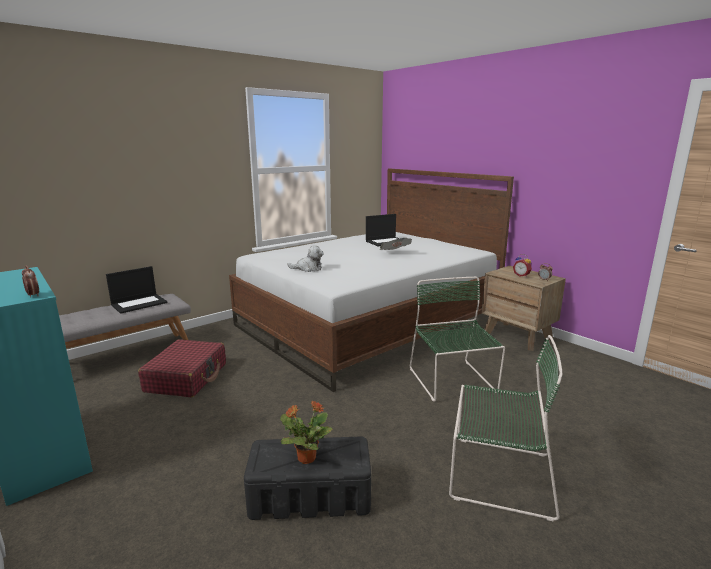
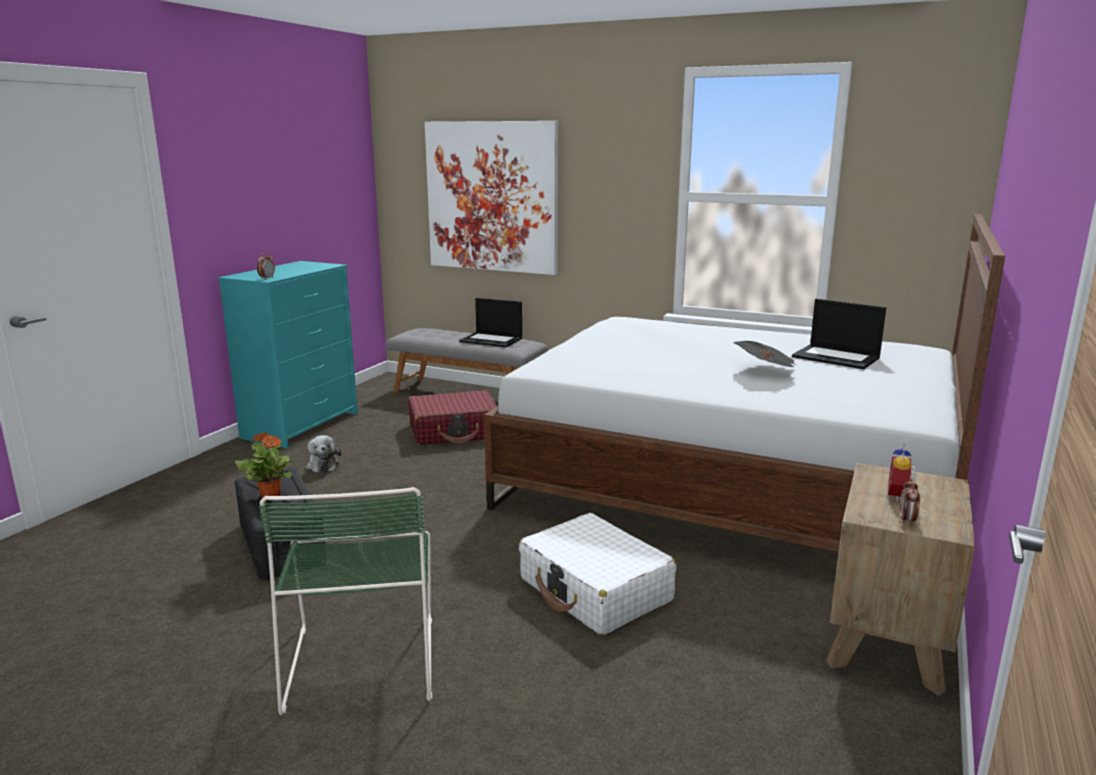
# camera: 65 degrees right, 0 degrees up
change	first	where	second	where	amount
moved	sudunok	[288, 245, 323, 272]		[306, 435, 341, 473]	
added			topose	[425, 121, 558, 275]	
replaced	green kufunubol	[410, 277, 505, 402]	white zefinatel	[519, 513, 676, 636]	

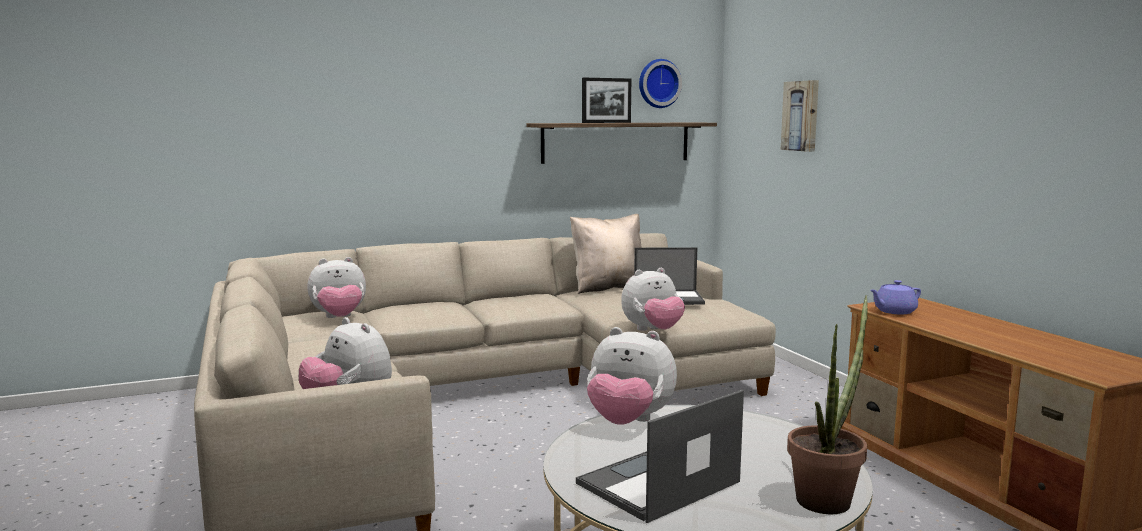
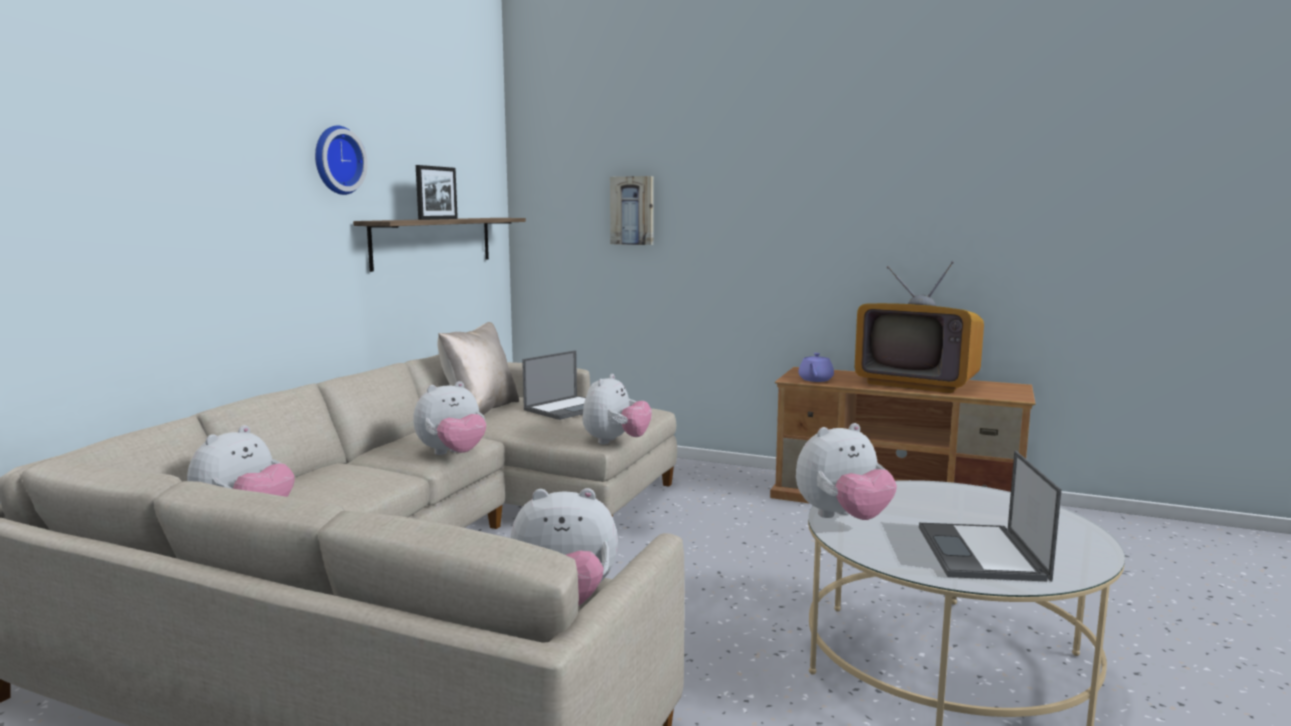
# camera: 45 degrees left, 0 degrees up
change	first	where	second	where	amount
moved	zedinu	[639, 59, 682, 108]		[315, 126, 368, 195]	
added			sudunok	[413, 381, 486, 455]	
added			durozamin	[855, 261, 984, 393]	
removed	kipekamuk	[787, 295, 868, 514]			

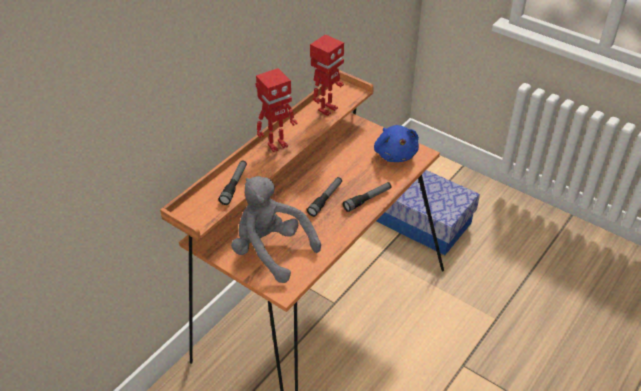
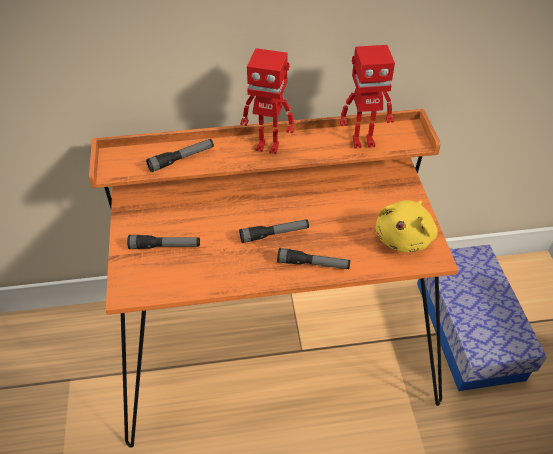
# camera: 45 degrees right, 5 degrees up
change	first	where	second	where	amount
replaced	grey sudunok	[231, 176, 321, 283]	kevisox	[127, 235, 200, 249]	
recoloured	blue sudunok	[374, 125, 419, 162]	yellow sudunok	[375, 200, 438, 253]	

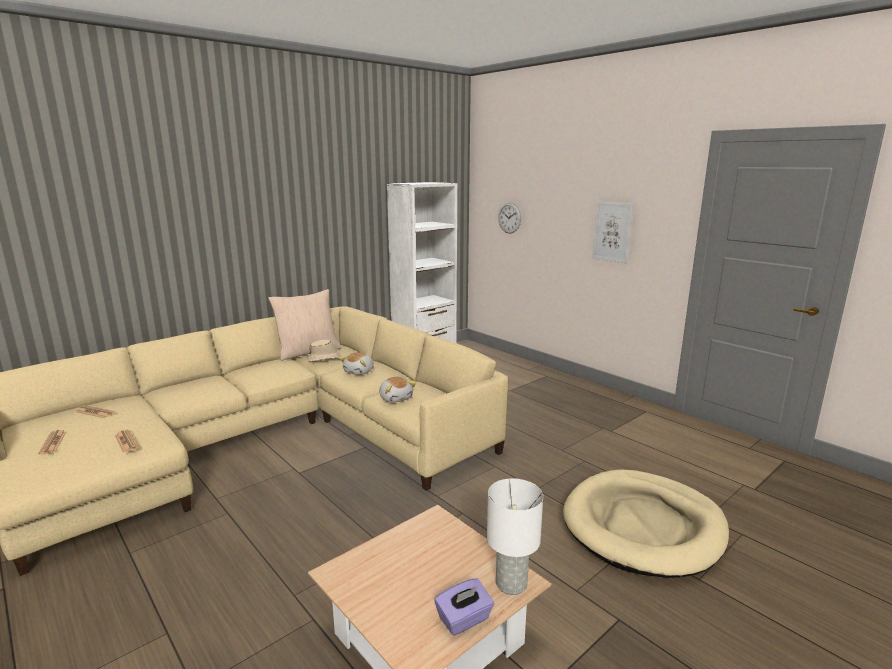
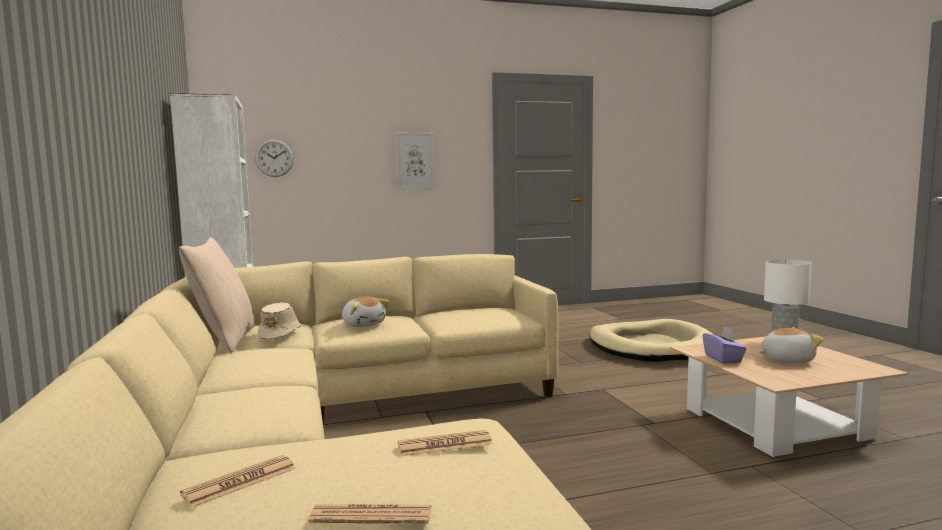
# camera: 65 degrees left, 10 degrees down
change	first	where	second	where	amount
moved	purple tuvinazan	[434, 578, 494, 636]		[703, 327, 747, 364]	
moved	sudunok	[379, 377, 416, 403]		[759, 327, 823, 363]	

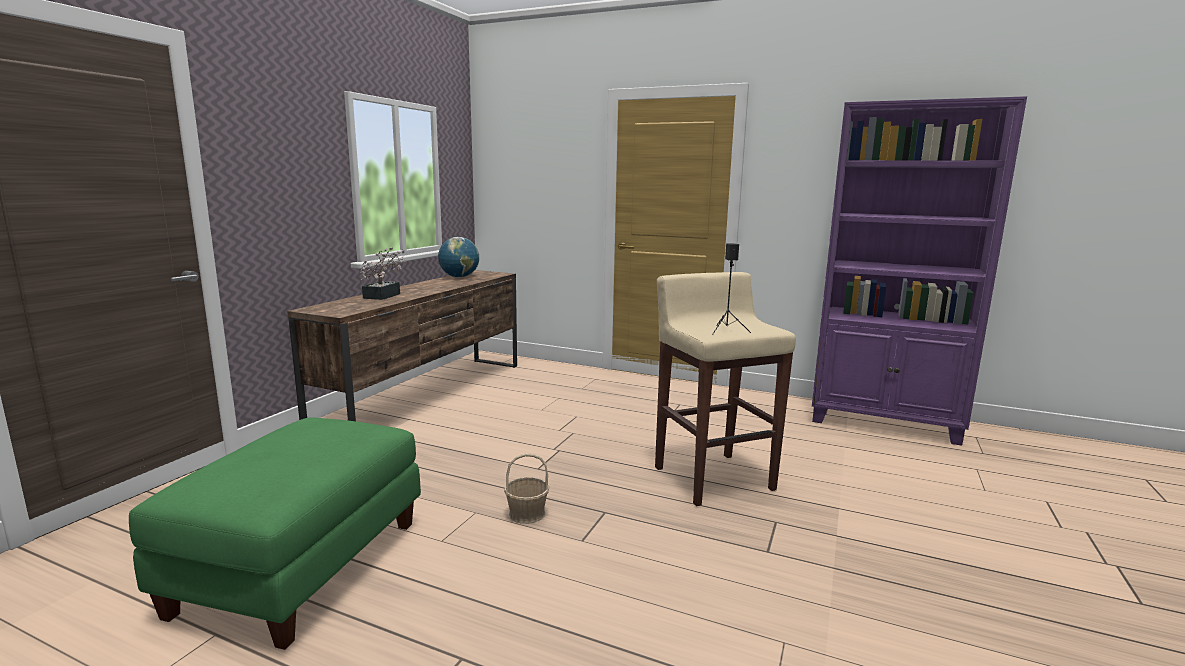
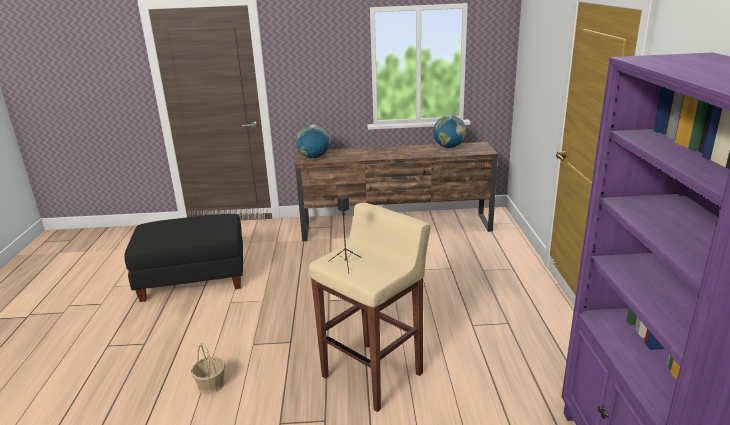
# camera: 65 degrees right, 10 degrees up
change	first	where	second	where	amount
recoloured	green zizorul	[129, 417, 421, 650]	black zizorul	[124, 214, 243, 302]	
moved	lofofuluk	[504, 453, 549, 524]		[191, 343, 226, 394]	
added			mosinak	[296, 124, 329, 158]	
removed	kipekamuk	[360, 247, 407, 300]			

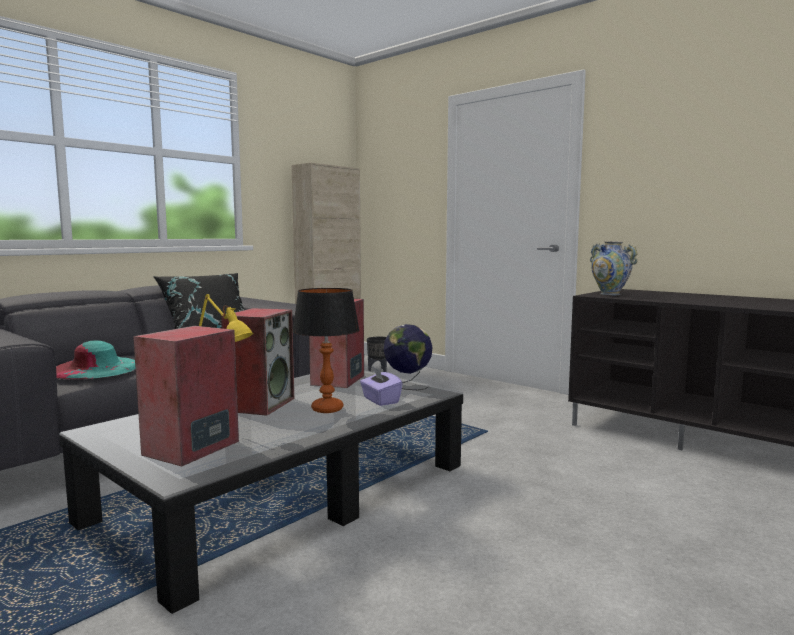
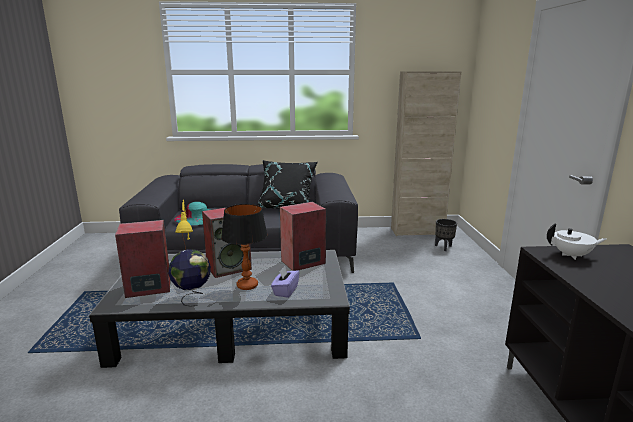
# camera: 45 degrees right, 10 degrees up
change	first	where	second	where	amount
moved	mosinak	[384, 324, 433, 390]		[168, 249, 211, 307]	
replaced	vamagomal	[590, 241, 638, 296]	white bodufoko	[547, 223, 606, 260]	

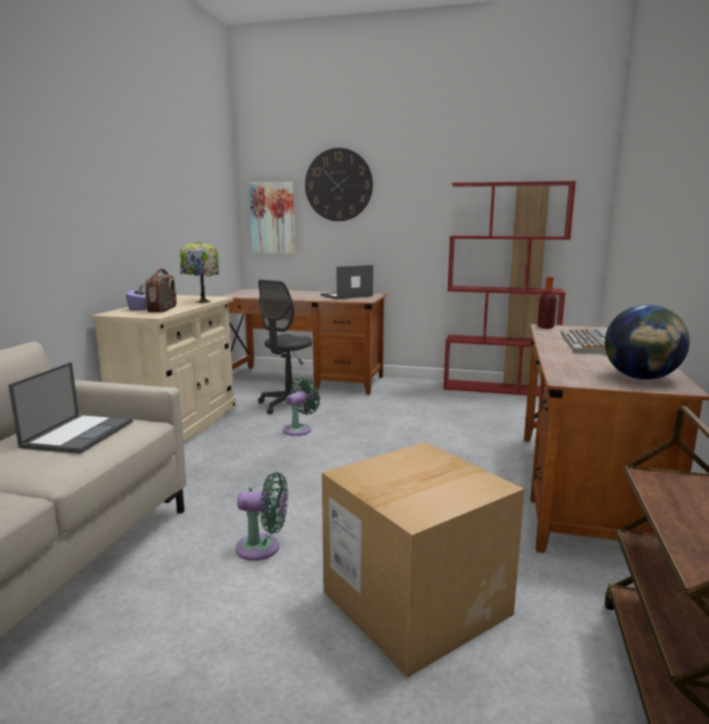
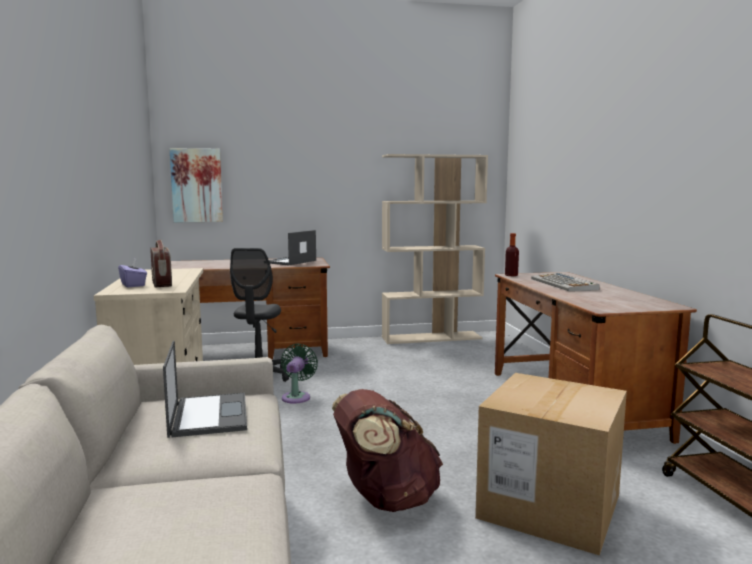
# camera: 25 degrees left, 5 degrees down
change	first	where	second	where	amount
replaced	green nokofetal	[236, 472, 288, 561]	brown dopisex	[332, 389, 443, 512]	
recoloured	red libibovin	[443, 181, 576, 396]	beige libibovin	[382, 154, 488, 344]	
removed	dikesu	[180, 241, 219, 303]			
removed	zedinu	[305, 148, 373, 221]			
removed	mosinak	[605, 305, 689, 380]			

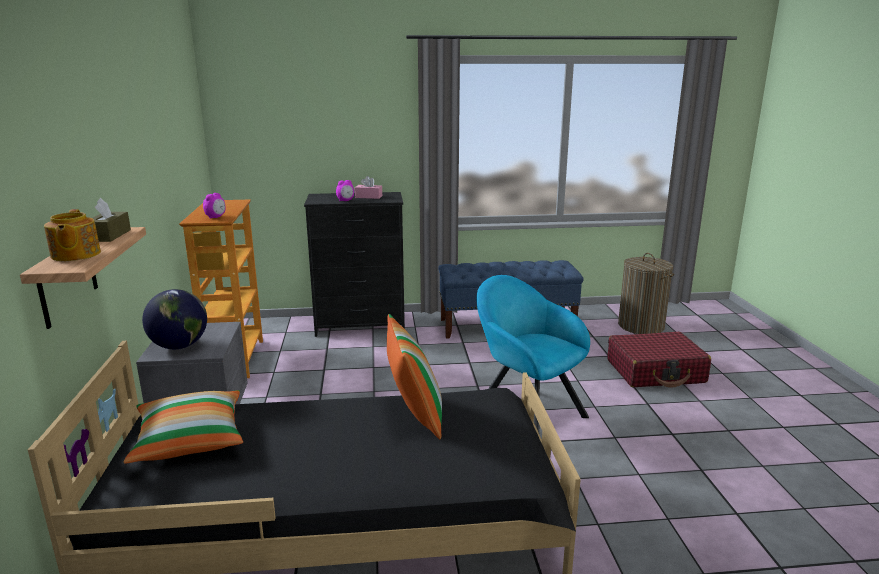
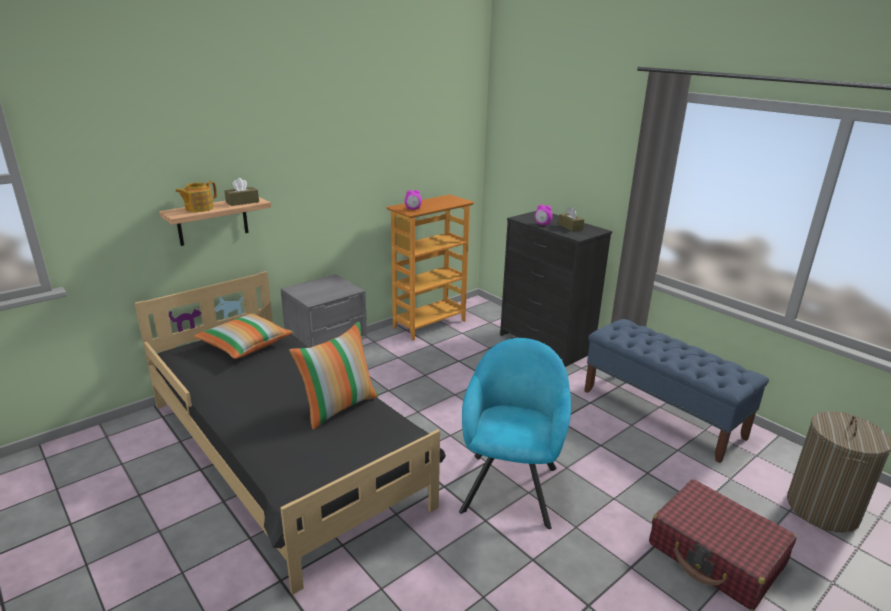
# camera: 55 degrees right, 5 degrees up
change	first	where	second	where	amount
recoloured	pink tuvinazan	[355, 176, 382, 199]	brown tuvinazan	[558, 207, 584, 231]	
removed	mosinak	[142, 289, 207, 349]			

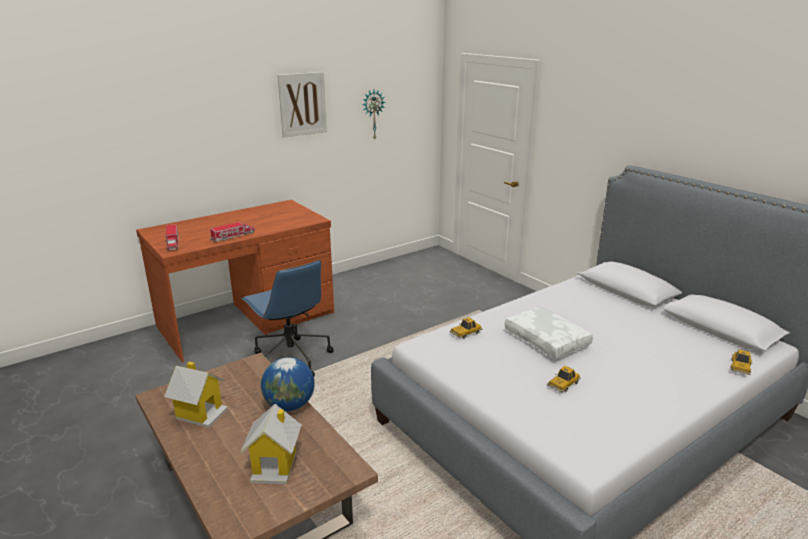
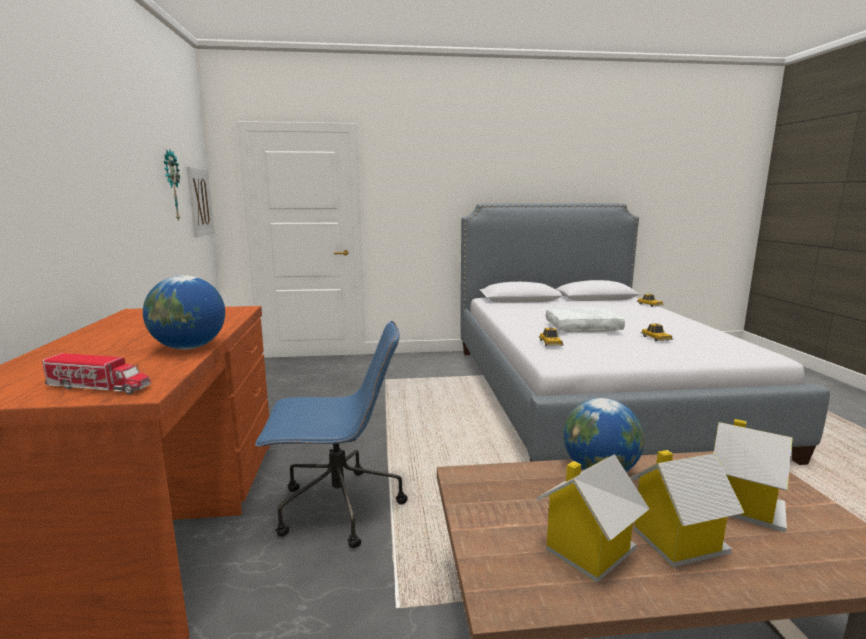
# camera: 60 degrees left, 10 degrees down
change	first	where	second	where	amount
replaced	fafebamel	[210, 222, 255, 242]	mosinak	[143, 275, 225, 349]	
moved	topose	[277, 72, 327, 138]		[187, 167, 215, 237]	
added			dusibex	[630, 450, 744, 567]	

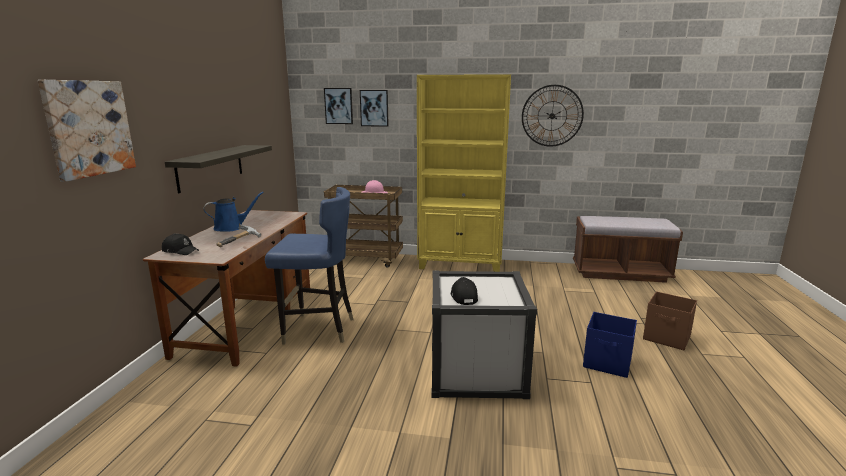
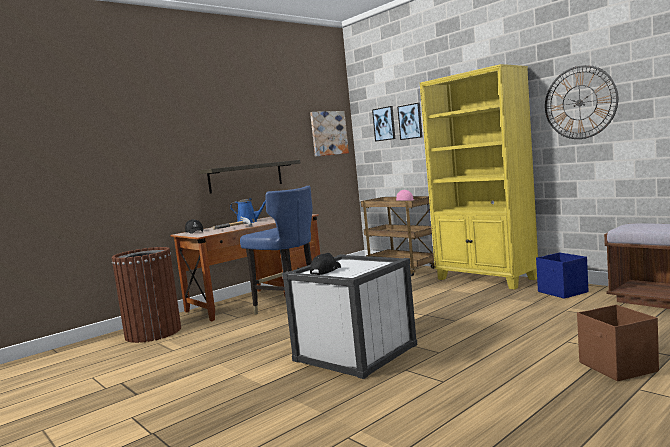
# camera: 40 degrees right, 10 degrees down
change	first	where	second	where	amount
added			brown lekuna	[112, 247, 181, 343]	
moved	topose	[38, 80, 136, 182]		[310, 111, 349, 157]	
moved	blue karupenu	[583, 312, 637, 378]		[536, 252, 589, 299]	

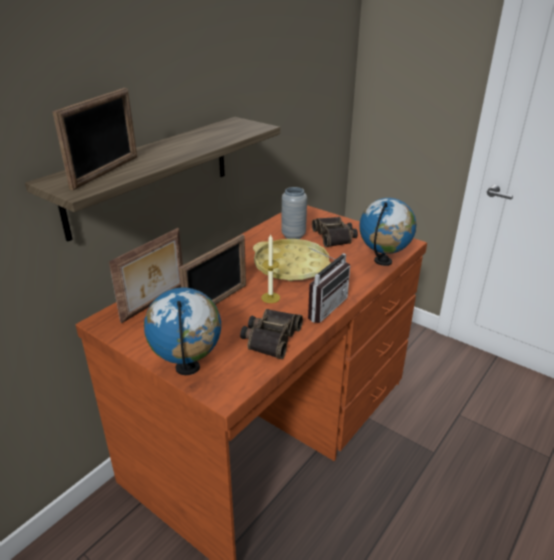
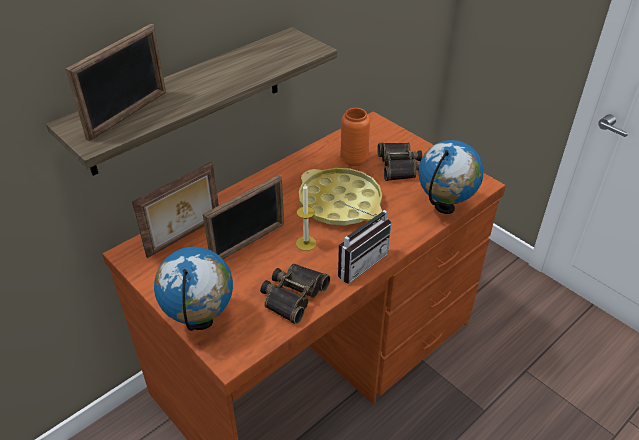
# camera: 10 degrees right, 10 degrees up
change	first	where	second	where	amount
recoloured	grey vamagomal	[281, 187, 307, 239]	orange vamagomal	[340, 108, 370, 166]	

